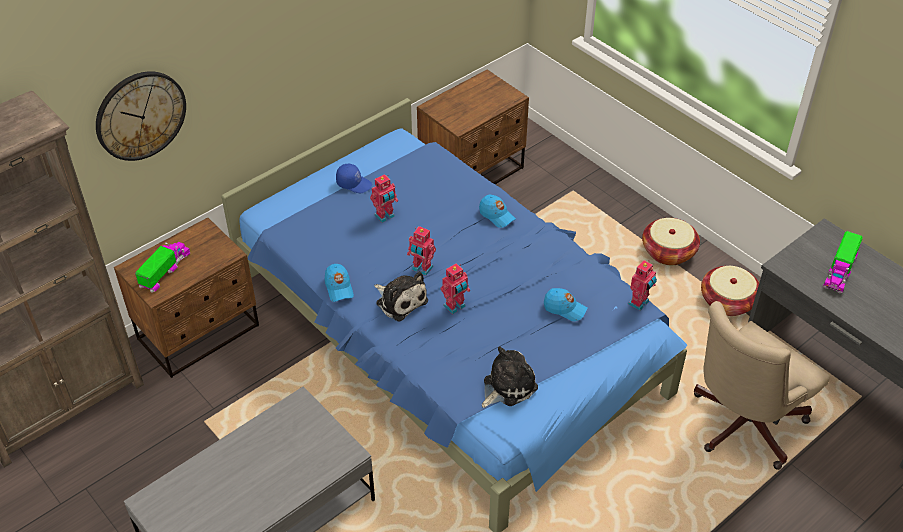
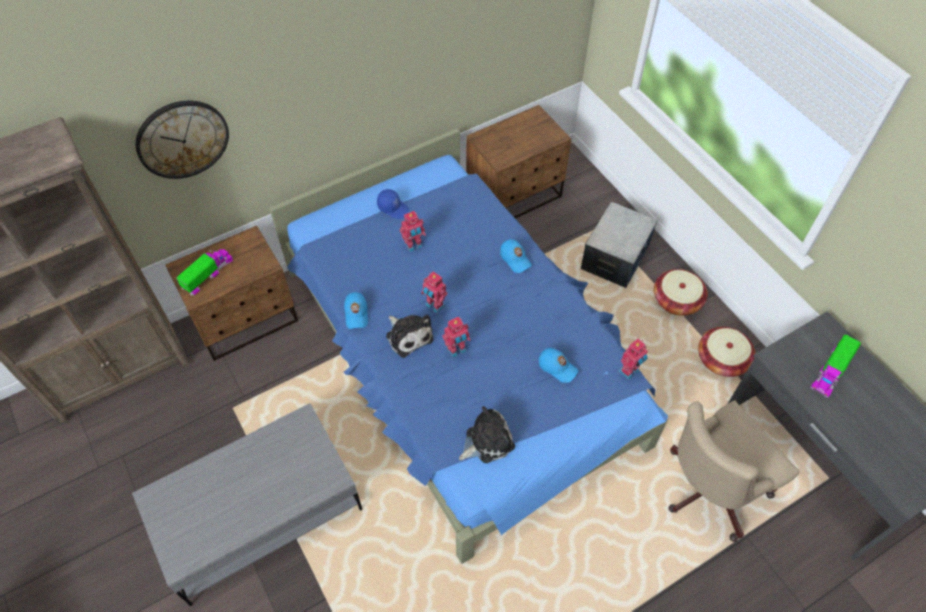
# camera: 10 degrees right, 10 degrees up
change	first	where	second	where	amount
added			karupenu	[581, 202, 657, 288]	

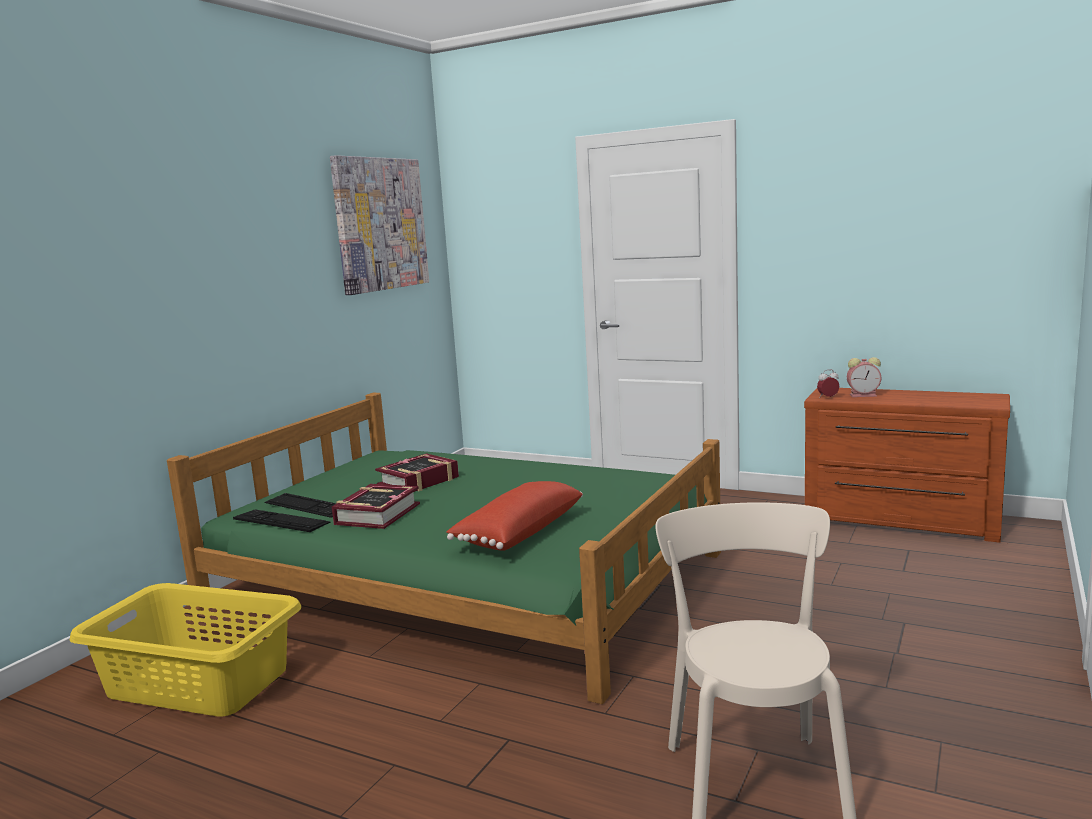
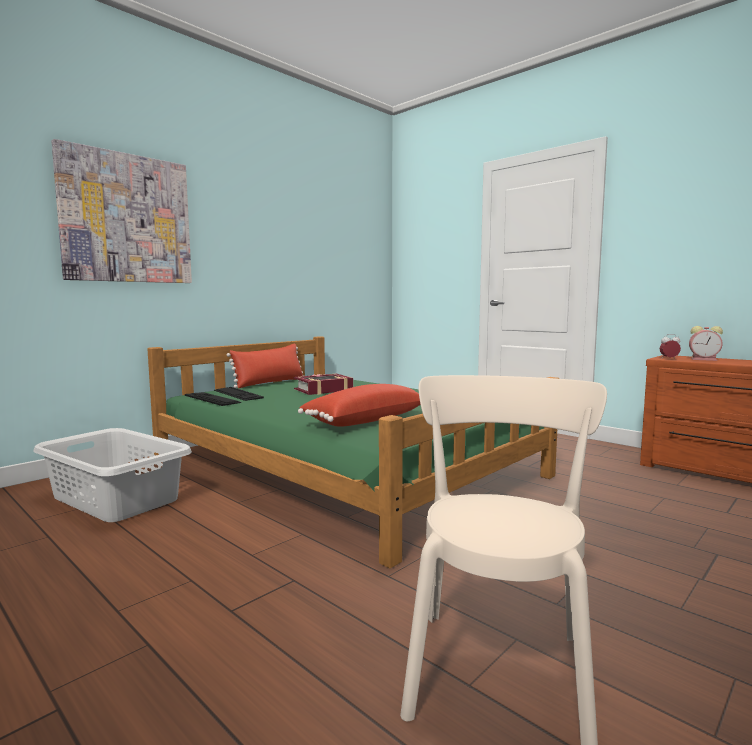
# camera: 15 degrees right, 5 degrees down
change	first	where	second	where	amount
recoloured	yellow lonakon	[70, 583, 301, 716]	grey lonakon	[33, 428, 192, 522]	
moved	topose	[330, 155, 429, 295]		[51, 139, 192, 283]	
added			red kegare	[227, 344, 304, 388]	
removed	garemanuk	[332, 484, 420, 529]			

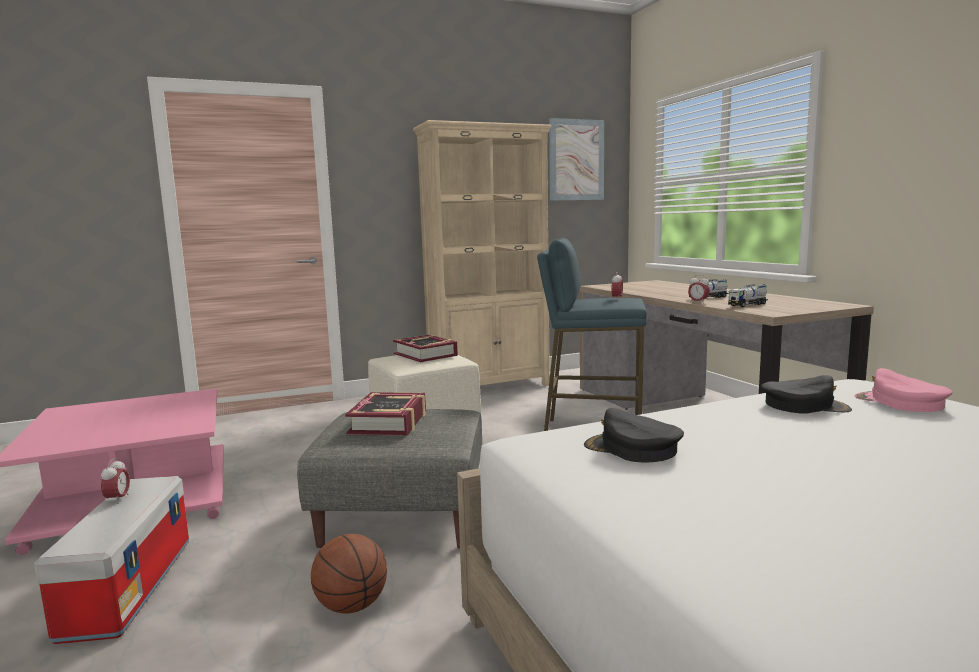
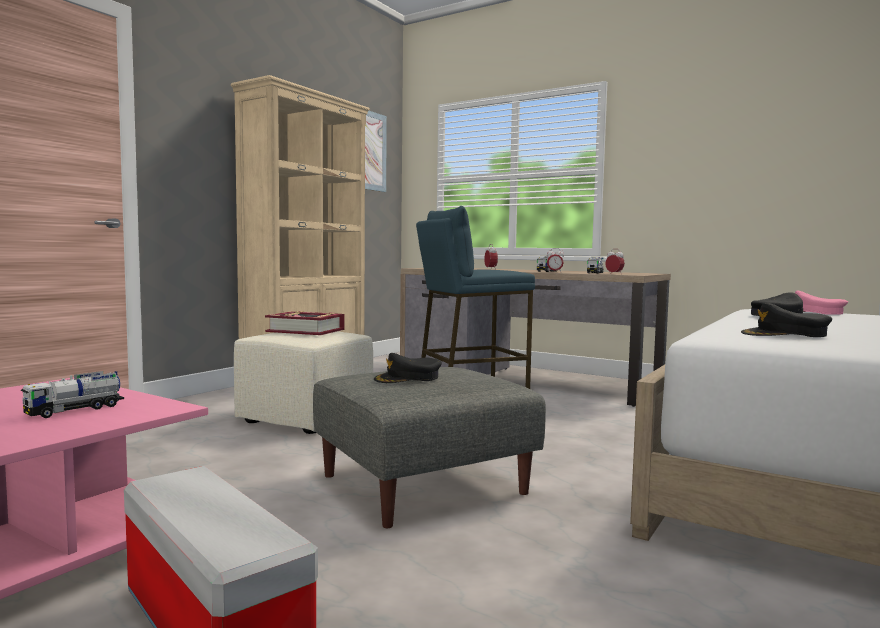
# camera: 35 degrees left, 5 degrees down
change	first	where	second	where	amount
added			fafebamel	[20, 371, 124, 418]	
replaced	garemanuk	[345, 392, 426, 436]	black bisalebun	[374, 353, 442, 383]	
moved	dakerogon	[101, 458, 130, 504]		[605, 249, 625, 274]	
removed	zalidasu	[311, 534, 387, 614]			

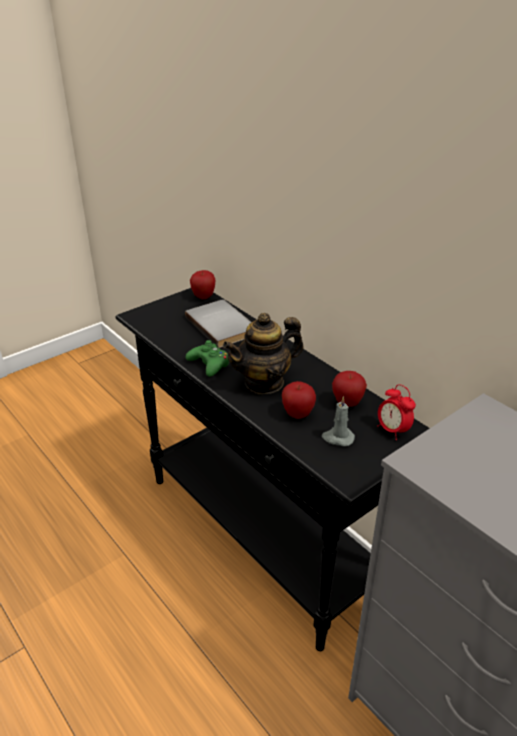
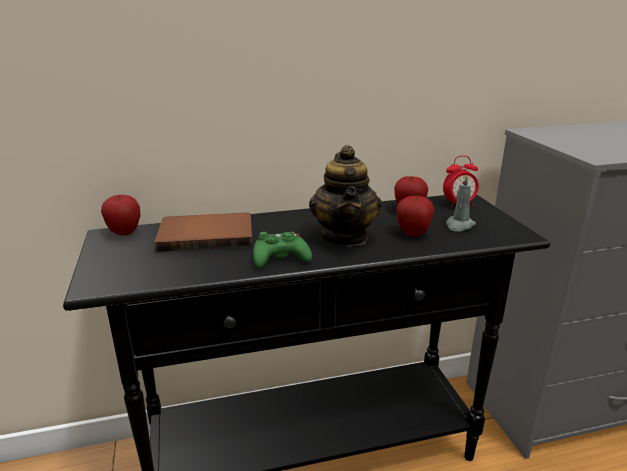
# camera: 65 degrees left, 10 degrees down
change	first	where	second	where	amount
recoloured	grey garemanuk	[185, 300, 252, 348]	brown garemanuk	[154, 213, 253, 252]	

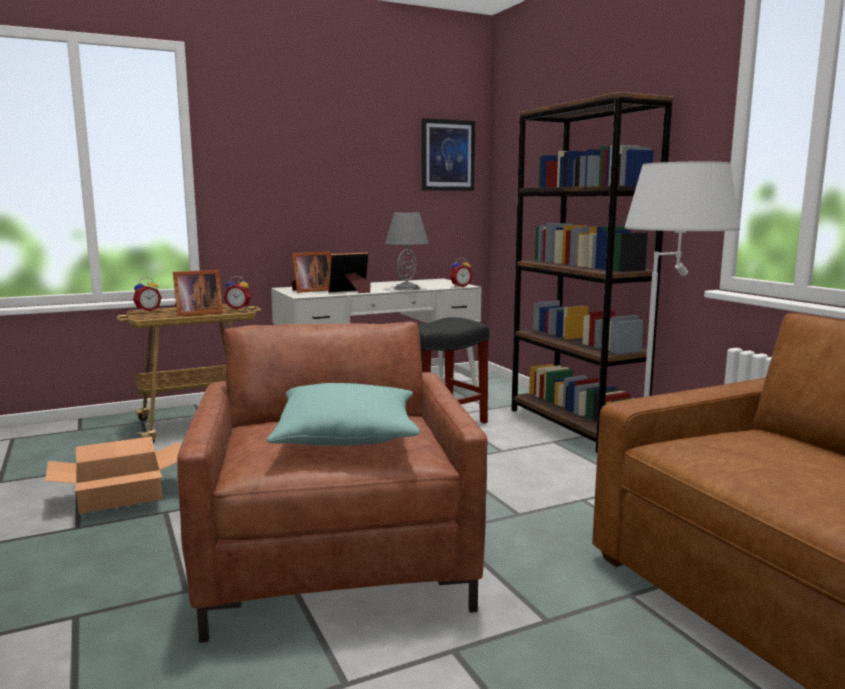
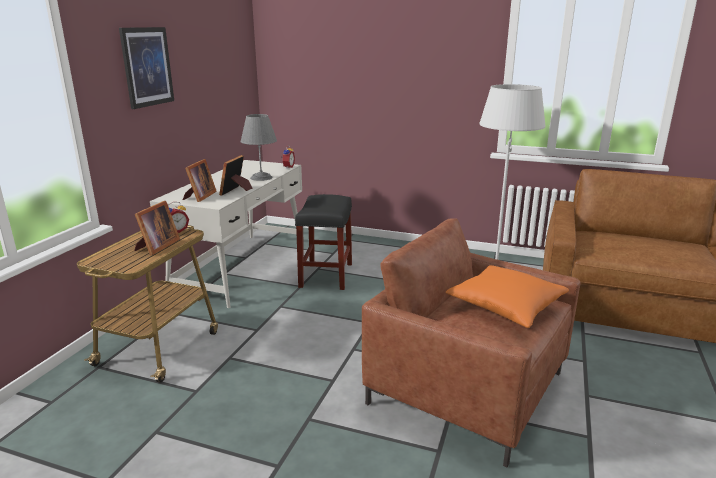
# camera: 45 degrees left, 10 degrees up
change	first	where	second	where	amount
moved	topose	[422, 118, 475, 191]		[119, 27, 174, 109]	
recoloured	turquoise kegare	[266, 383, 420, 445]	orange kegare	[445, 265, 569, 328]	
removed	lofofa	[45, 436, 181, 514]			
removed	dakerogon	[133, 277, 162, 312]			
removed	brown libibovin	[511, 92, 674, 452]			

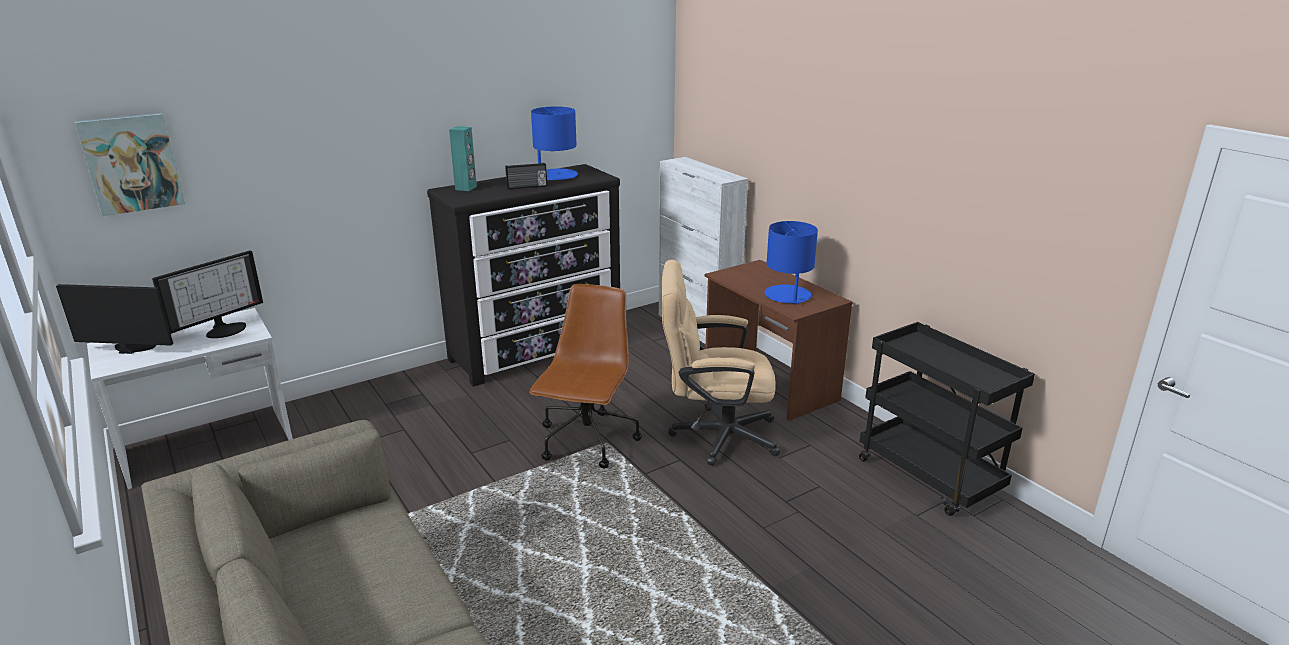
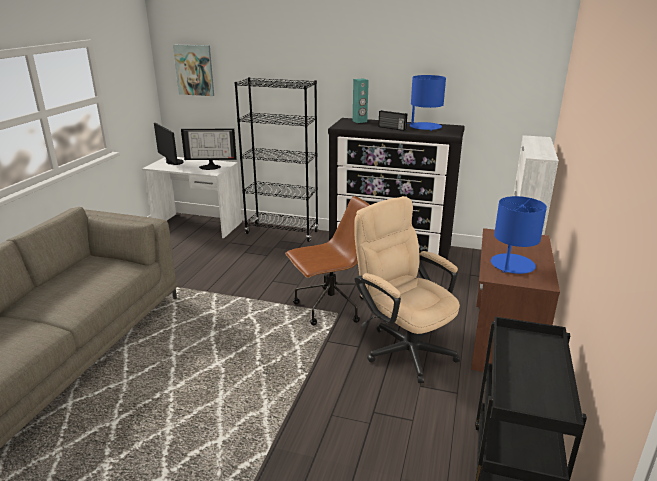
# camera: 50 degrees right, 0 degrees up
change	first	where	second	where	amount
added			black libibovin	[234, 77, 319, 242]	

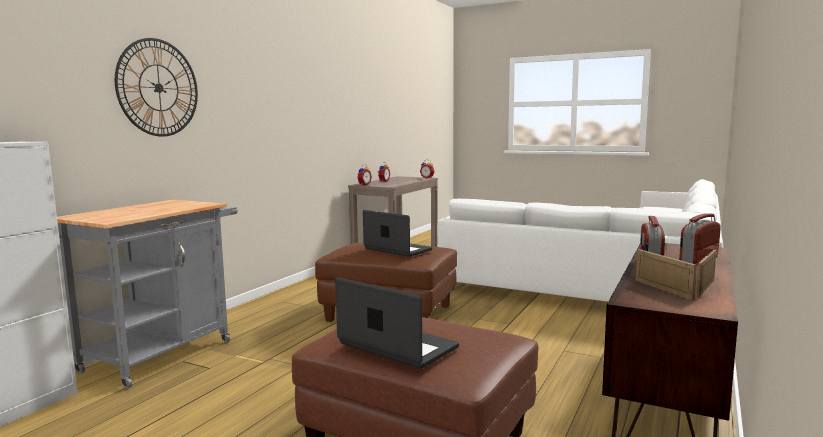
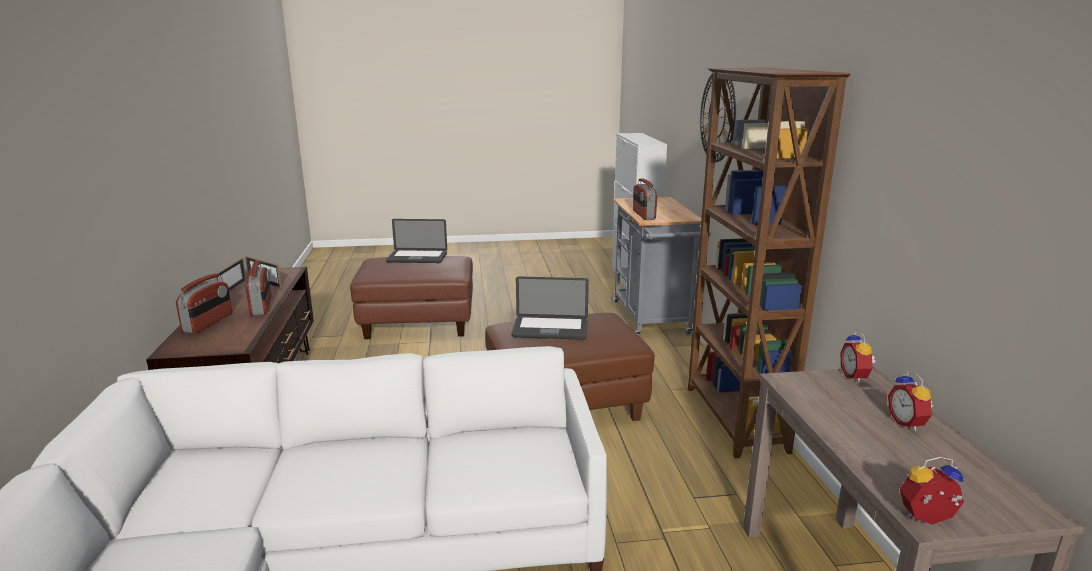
# camera: 145 degrees right, 10 degrees up
change	first	where	second	where	amount
added			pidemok	[633, 178, 657, 220]	
added			brown libibovin	[688, 68, 851, 458]	

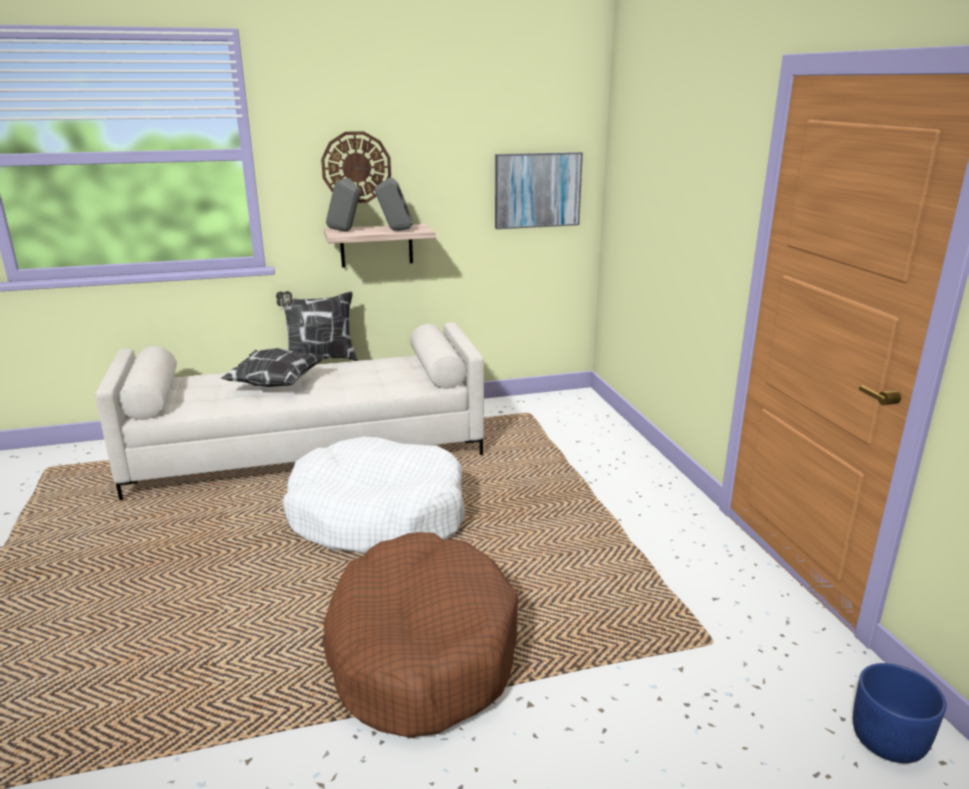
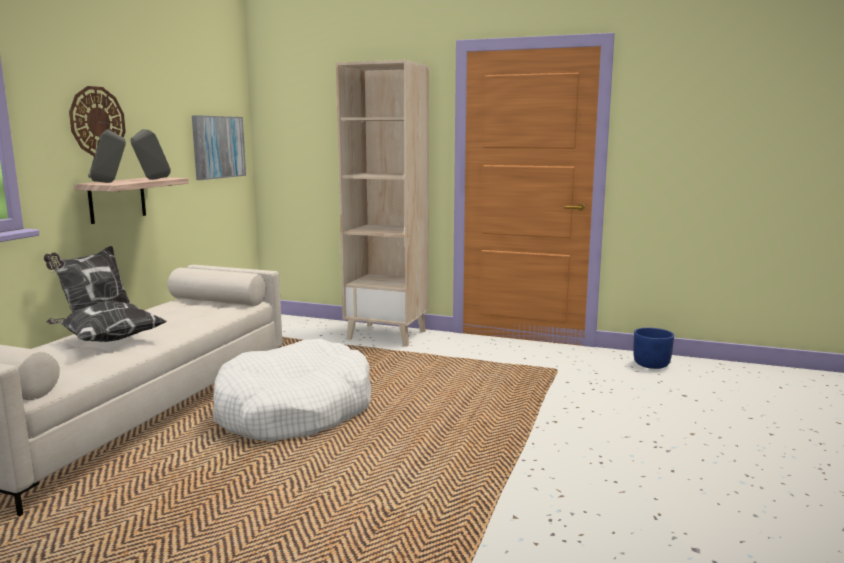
# camera: 55 degrees left, 10 degrees down
change	first	where	second	where	amount
added			beige libibovin	[336, 60, 429, 346]	
removed	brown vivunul	[322, 532, 519, 738]			

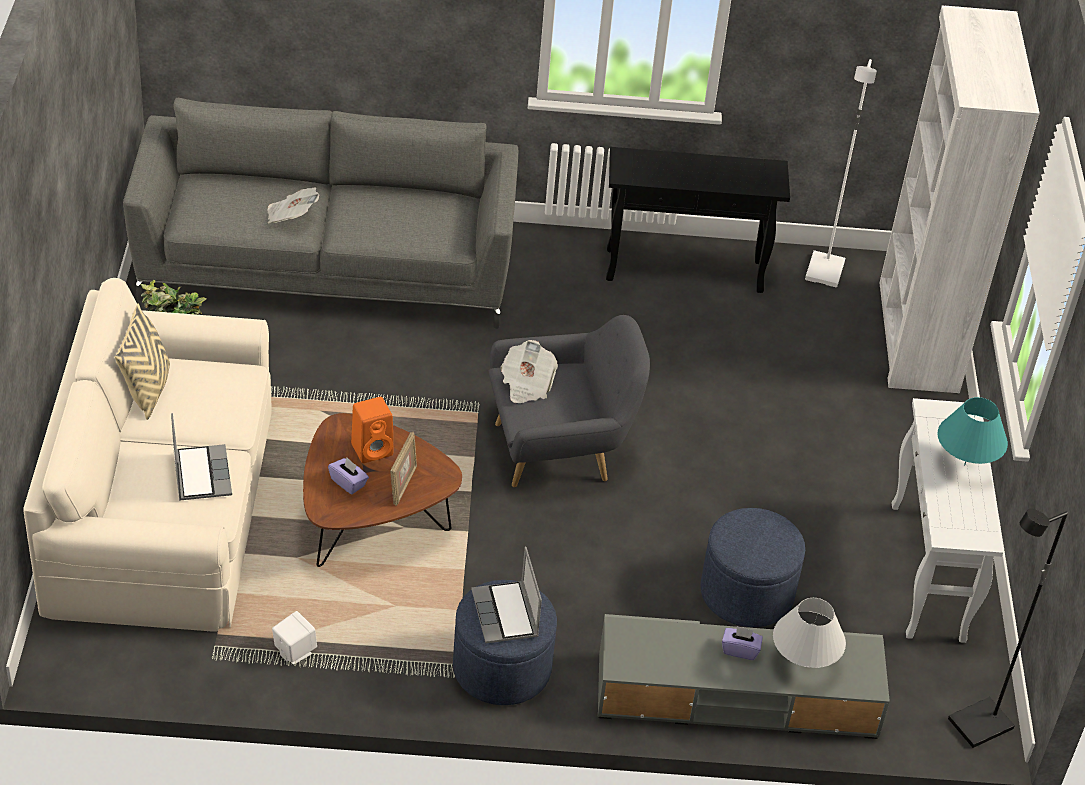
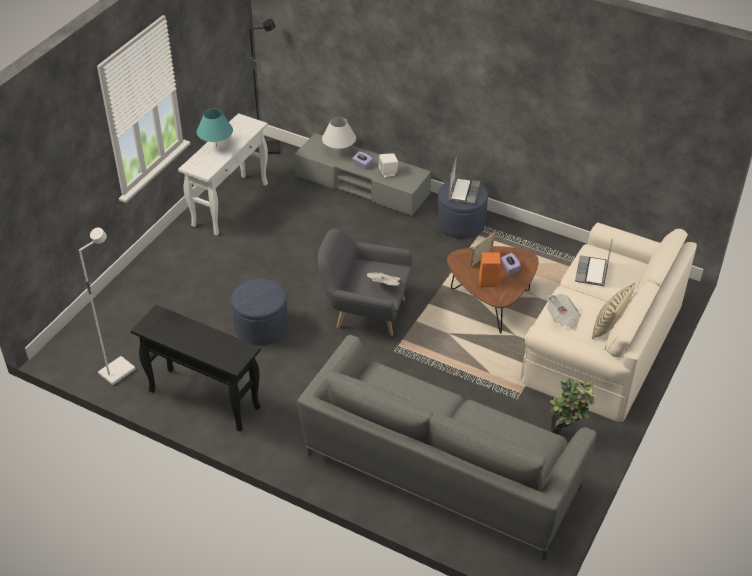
# camera: 150 degrees left, 0 degrees up
change	first	where	second	where	amount
moved	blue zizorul	[701, 508, 805, 627]		[231, 278, 288, 346]	
moved	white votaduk	[272, 611, 317, 664]		[378, 153, 398, 177]	
moved	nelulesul	[267, 187, 319, 223]		[547, 294, 581, 330]	
removed	white libibovin	[879, 6, 1040, 393]			

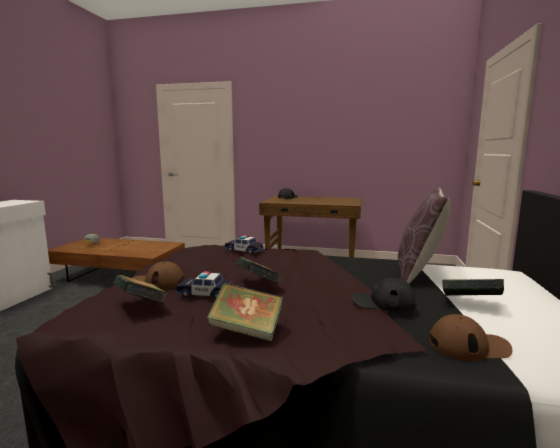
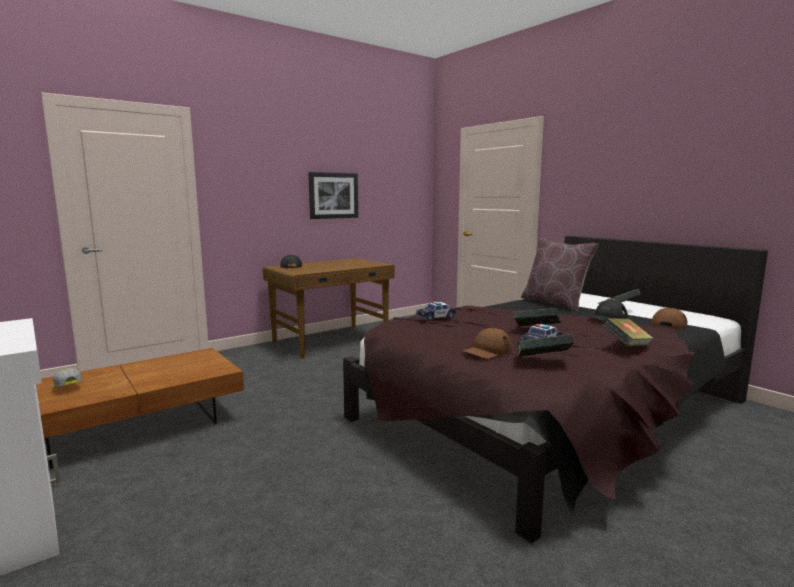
# camera: 50 degrees left, 0 degrees up
change	first	where	second	where	amount
added			topose	[308, 172, 358, 219]	

